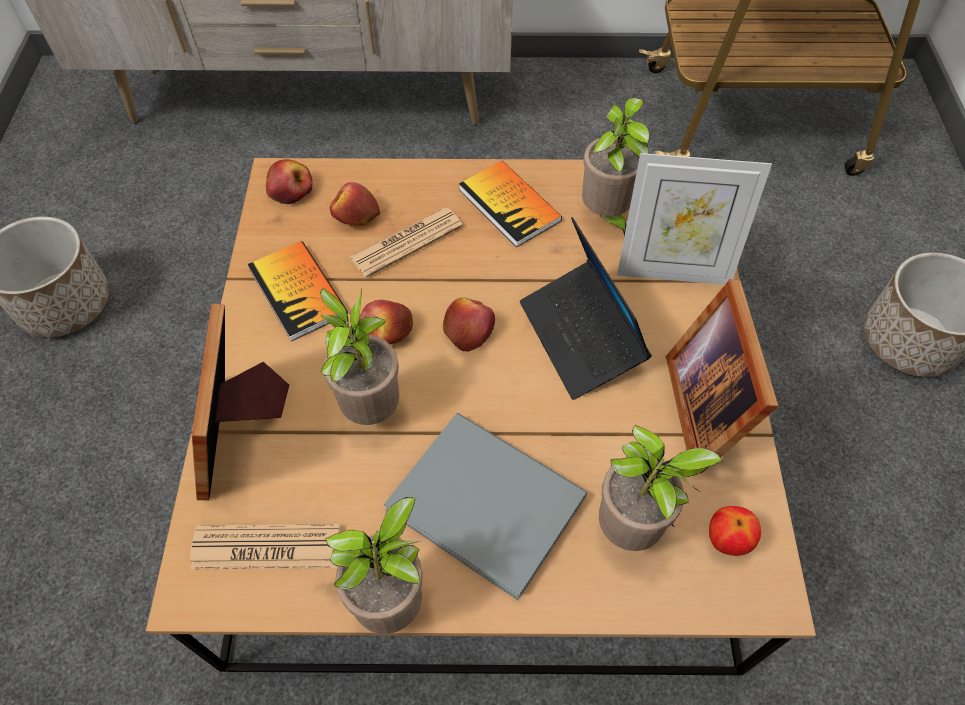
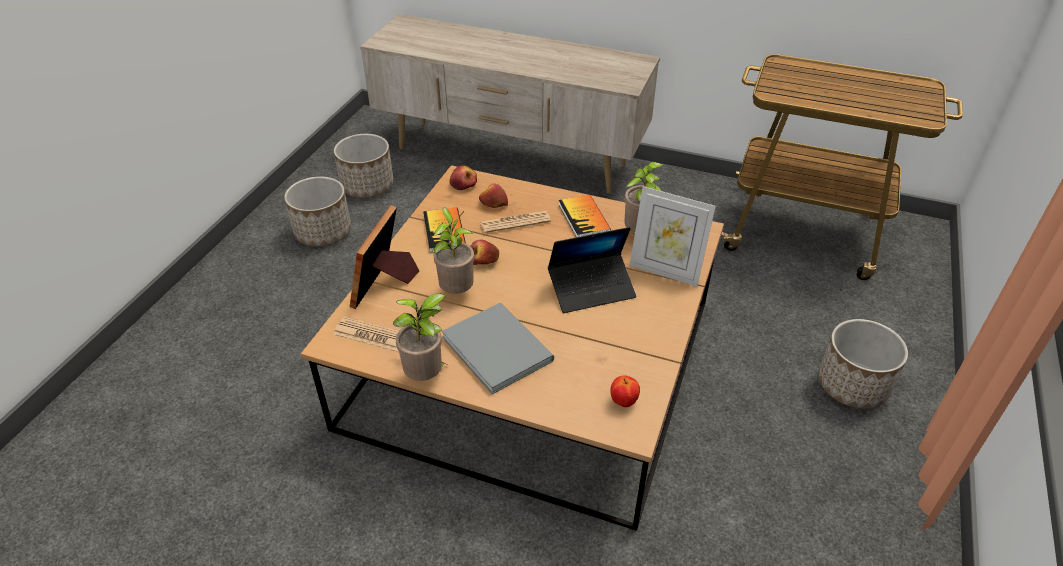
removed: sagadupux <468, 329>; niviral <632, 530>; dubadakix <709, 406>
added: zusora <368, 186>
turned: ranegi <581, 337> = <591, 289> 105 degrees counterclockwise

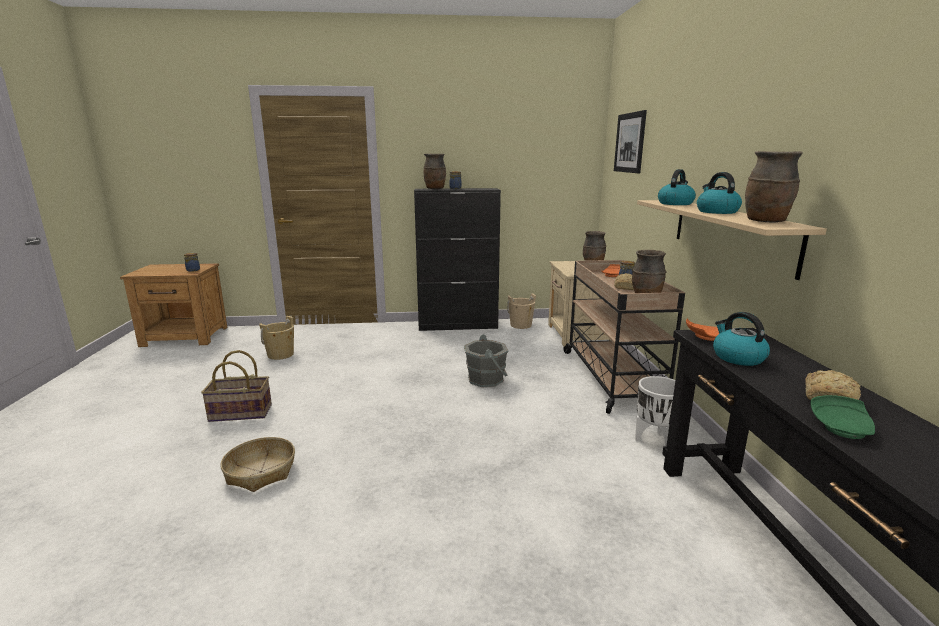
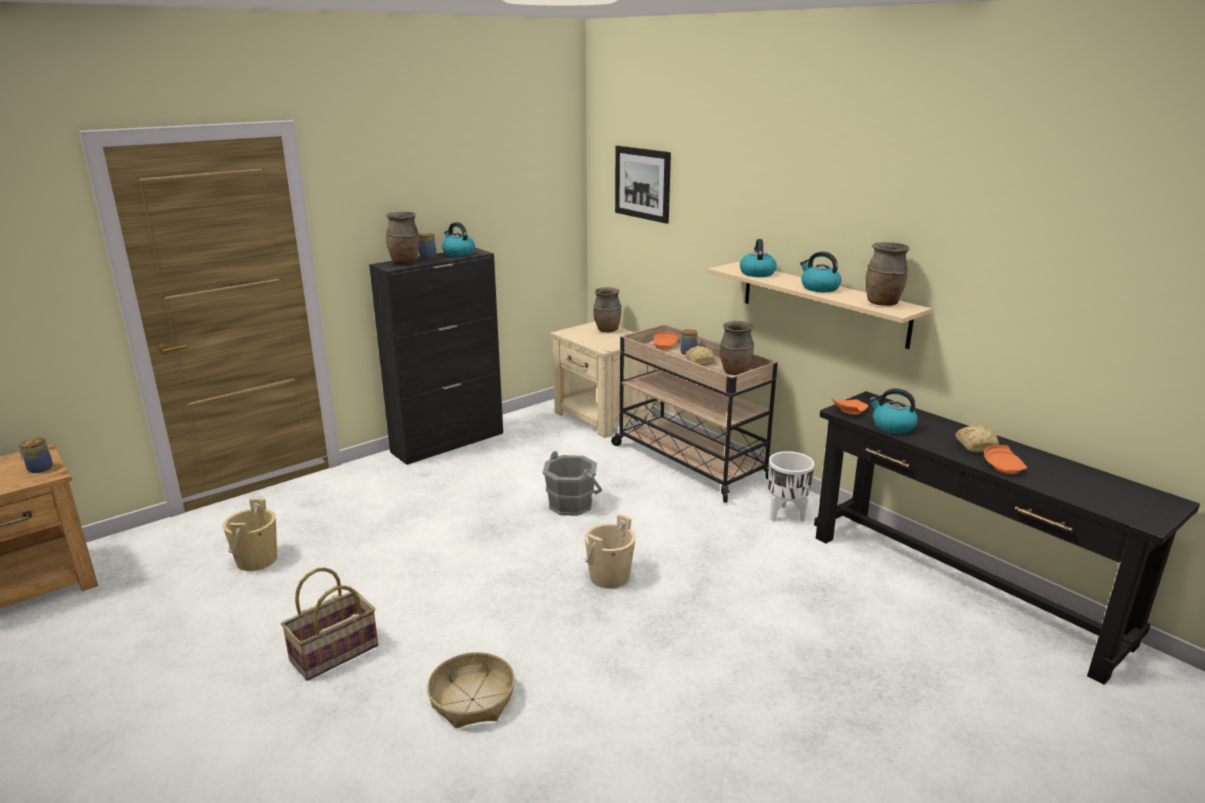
added: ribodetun <458, 253>
moved: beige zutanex <521, 325> to <609, 577>
recoloured: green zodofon <842, 428> to orange zodofon <1003, 467>

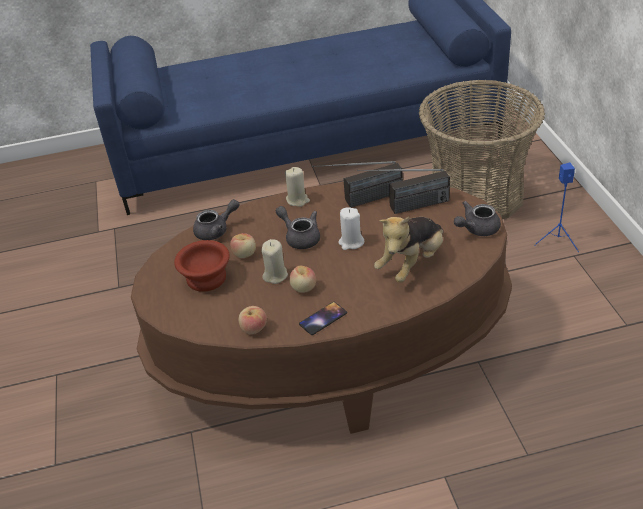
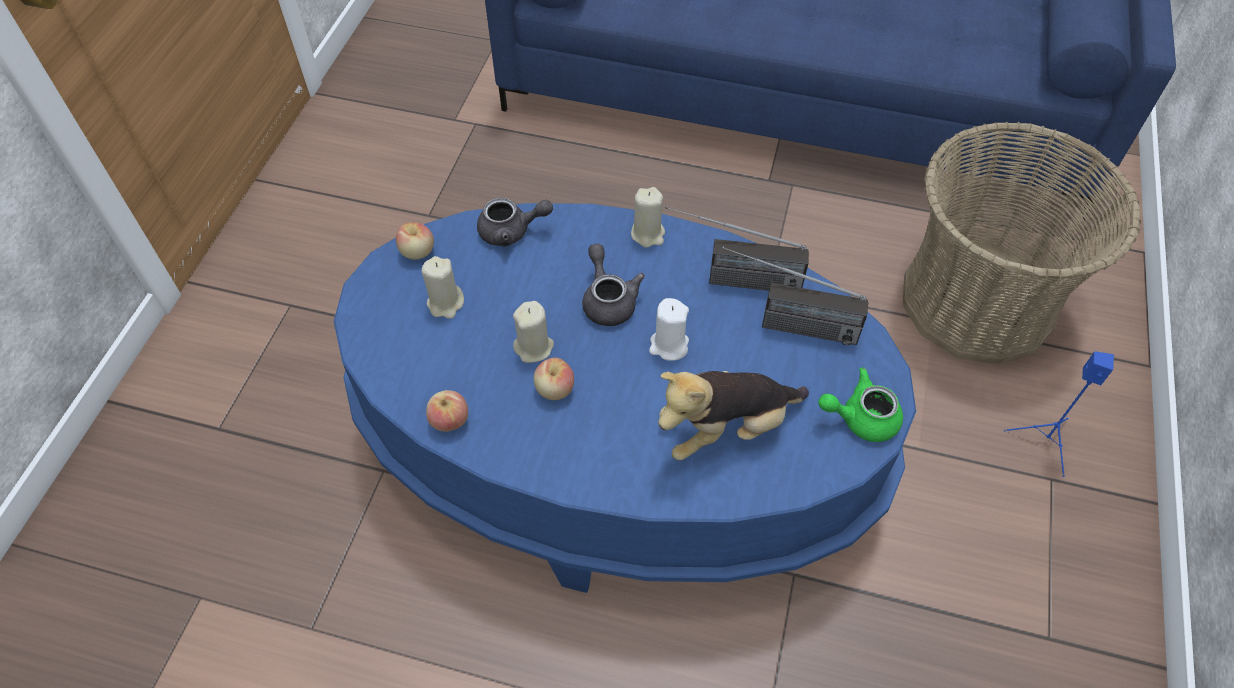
removed: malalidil <323, 318>
moved: sagadupux <245, 254> to <417, 252>
replaced: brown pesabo <204, 278> to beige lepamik <445, 303>
recoloured: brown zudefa <331, 351> to blue zudefa <617, 449>; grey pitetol <476, 229> to green pitetol <860, 418>

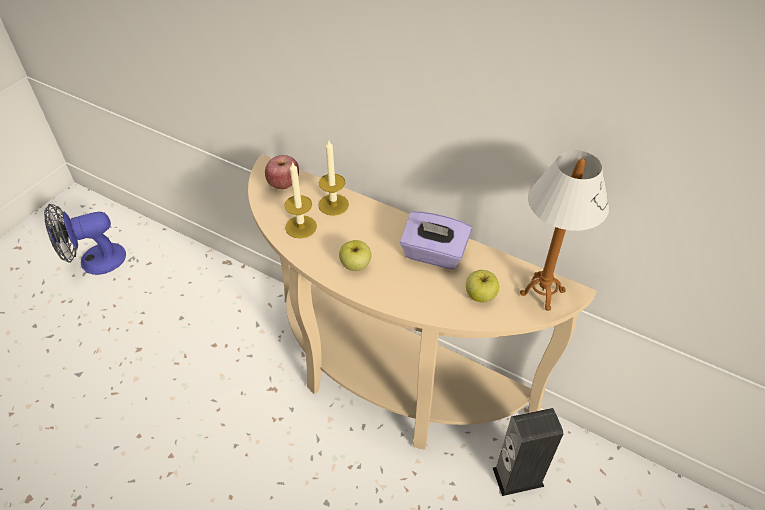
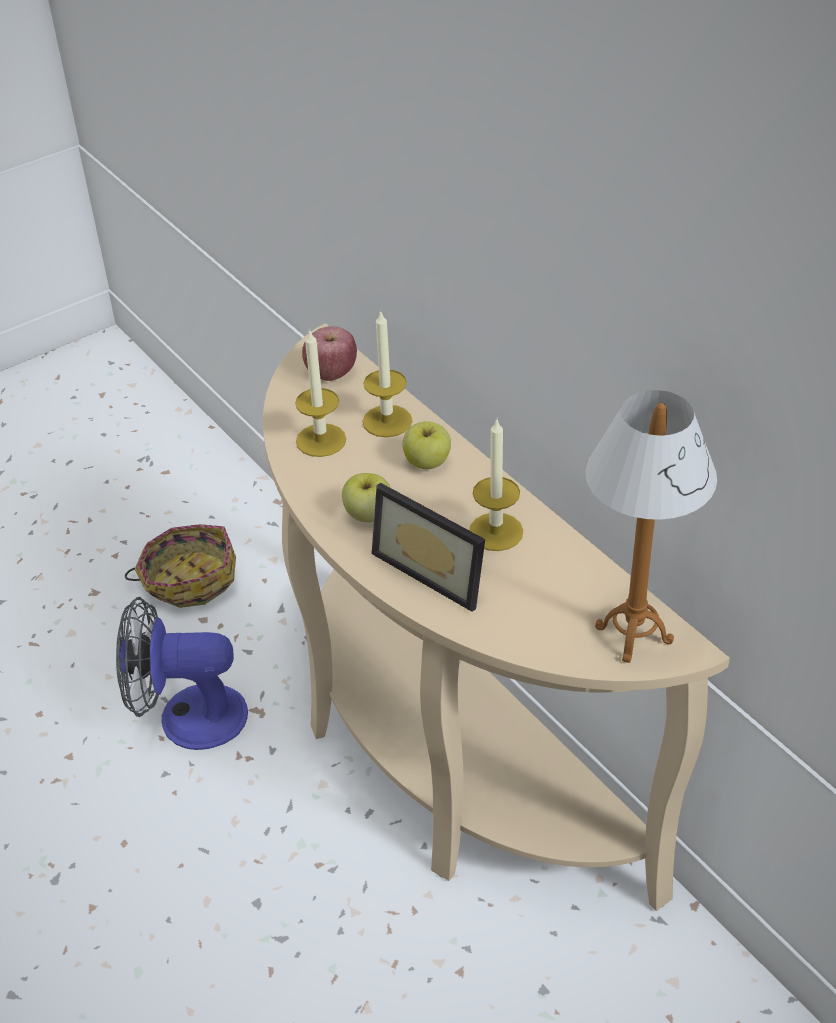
removed: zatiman <518, 477>
added: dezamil <189, 578>; dubadakix <436, 569>
moved: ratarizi <94, 261> to <187, 717>; sagadupux <480, 295> to <427, 462>
replaced: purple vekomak <433, 254> to lepamik <496, 532>

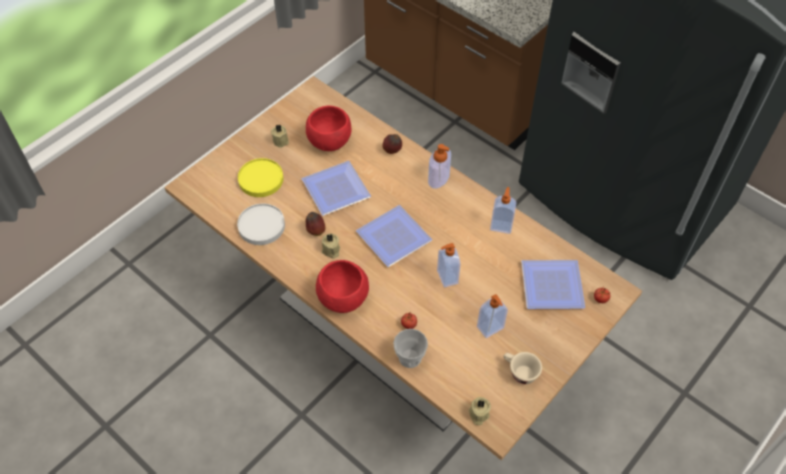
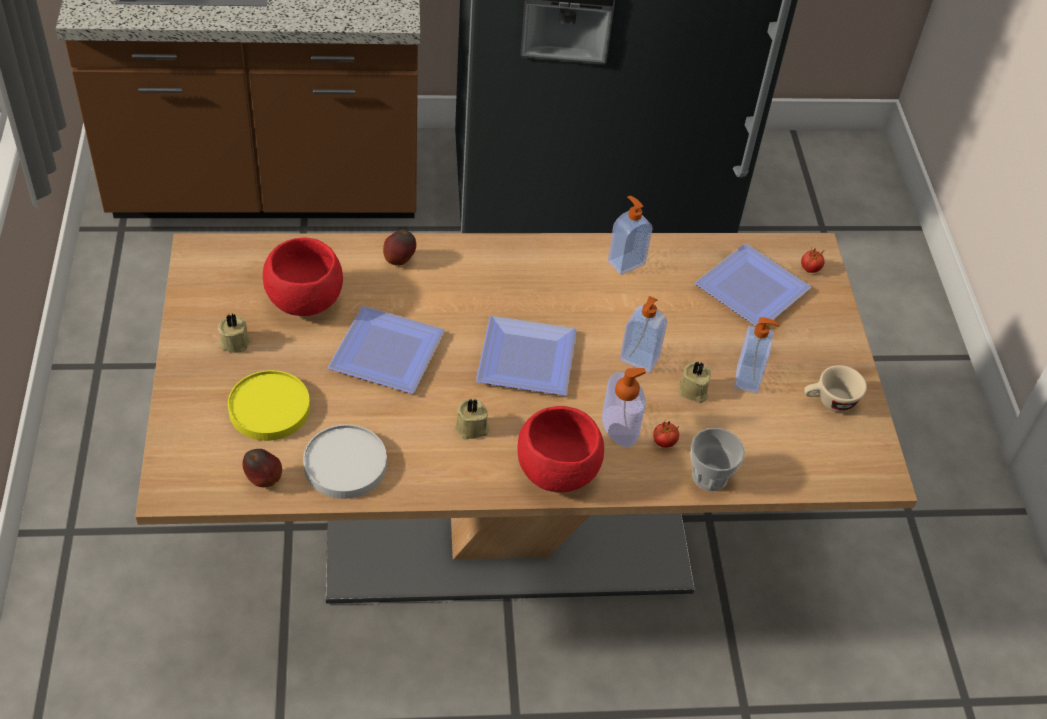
moved: sagadupux <315, 231> to <263, 480>; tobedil <438, 178> to <620, 426>; beige lepamik <478, 415> to <693, 391>

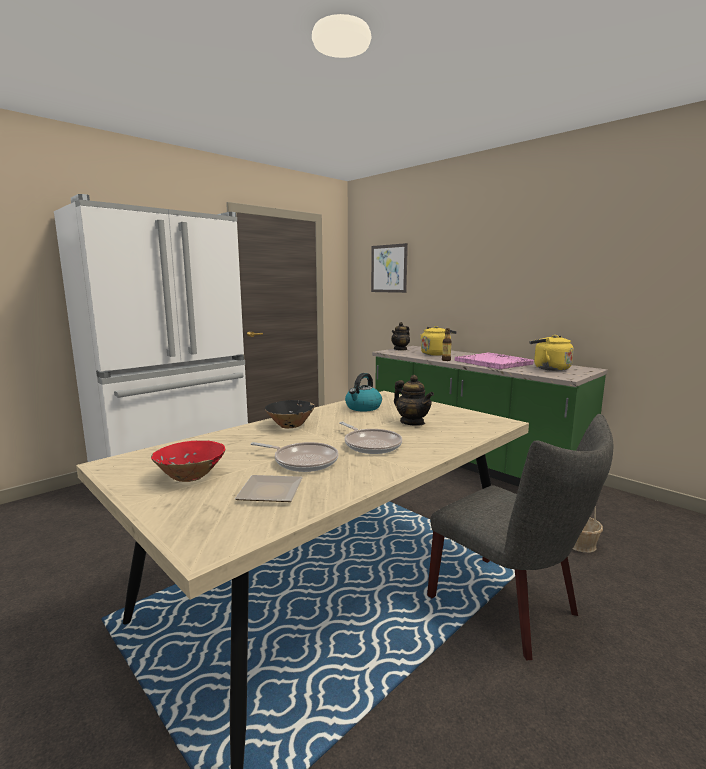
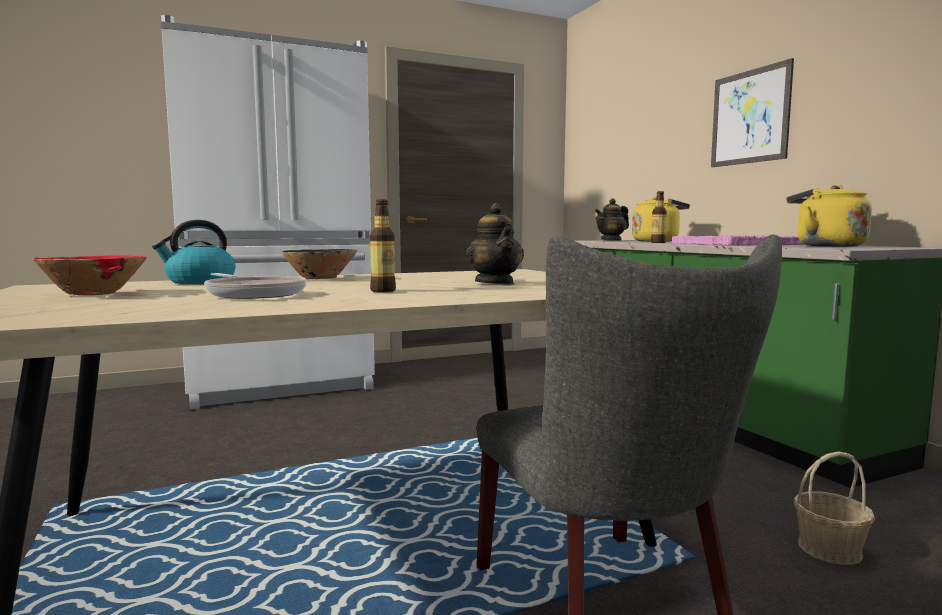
removed: zodofon <268, 493>
moved: ribodetun <363, 407> to <199, 282>; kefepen <389, 268> to <750, 117>
replaced: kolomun <370, 444> to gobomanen <383, 291>

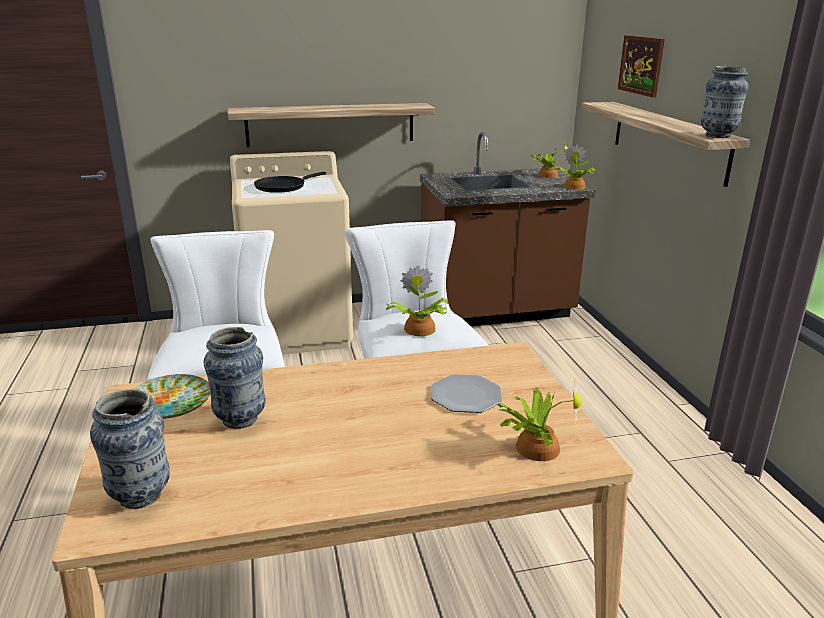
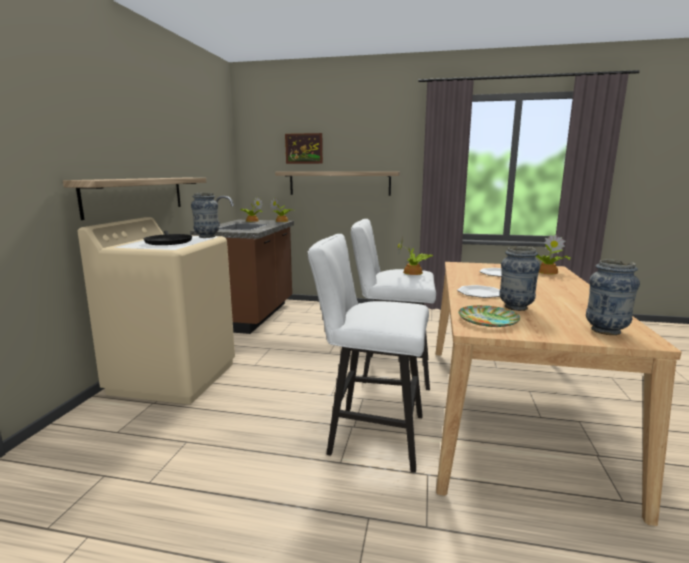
added: zodofon <480, 293>
moved: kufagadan <717, 136> to <207, 237>

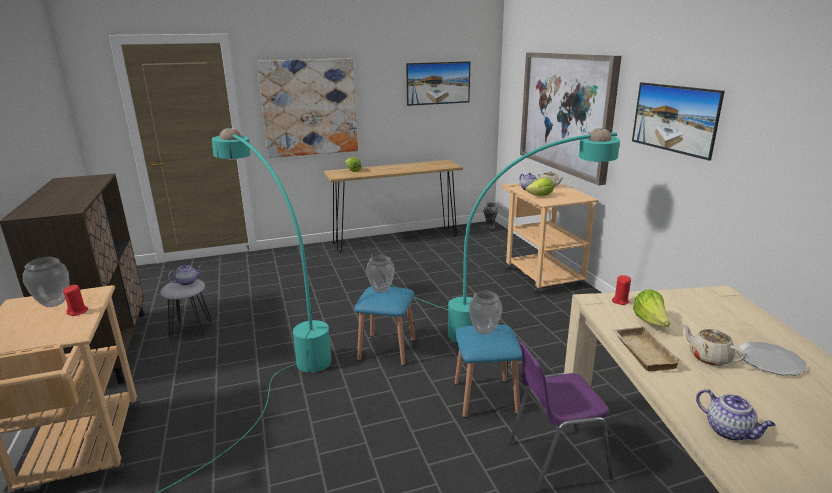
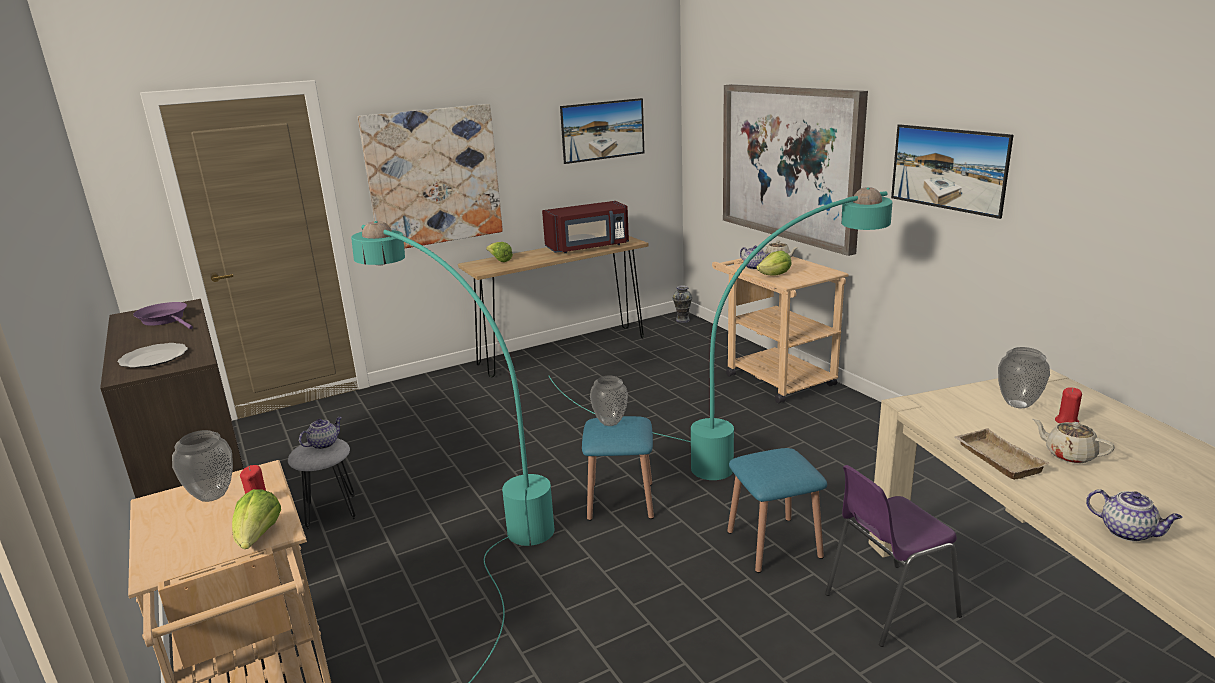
added: purple kolomun <166, 320>; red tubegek <588, 247>
moved: zodofon <769, 361> to <153, 358>; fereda <650, 322> to <258, 538>; kufagadan <484, 331> to <1017, 404>; red lepamik <620, 301> to <1066, 421>

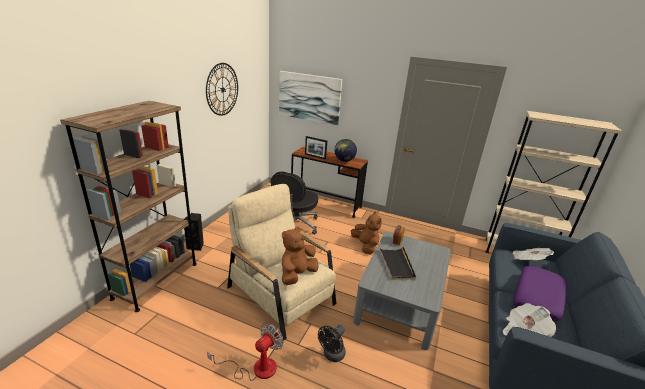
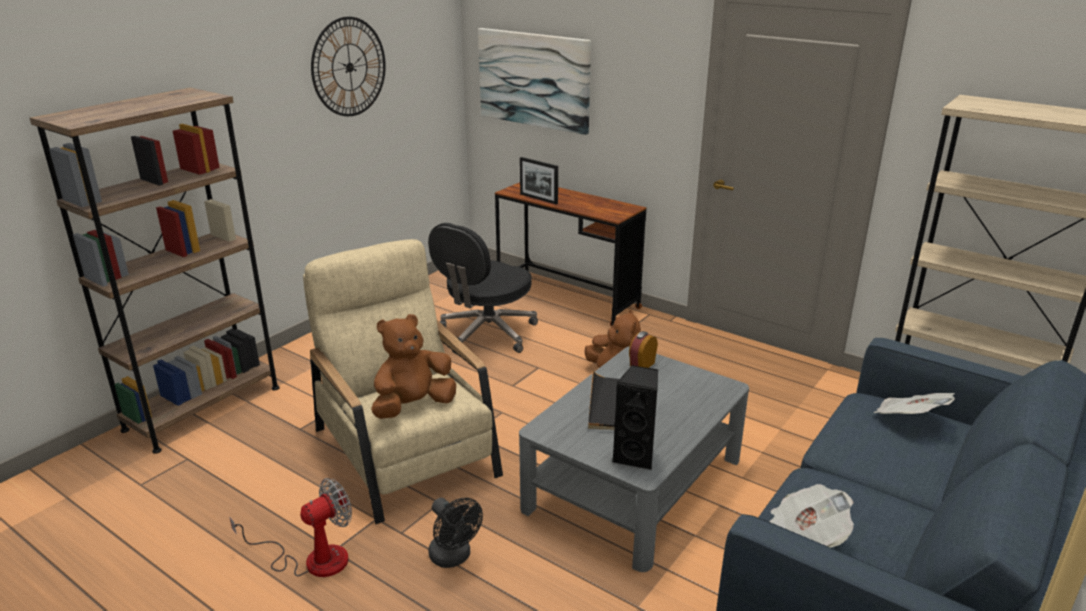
removed: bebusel <344, 160>; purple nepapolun <538, 298>
moved: black zatiman <196, 246> to <636, 456>
turned: black ratarizi <332, 355> = <454, 558> 90 degrees counterclockwise

